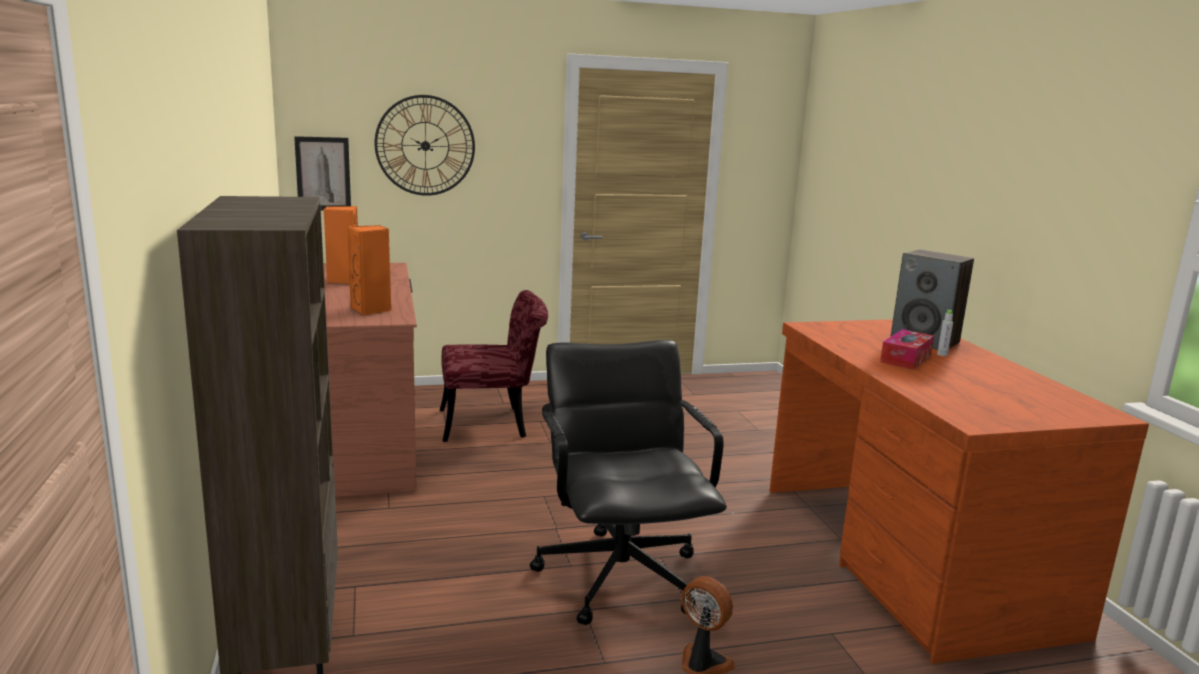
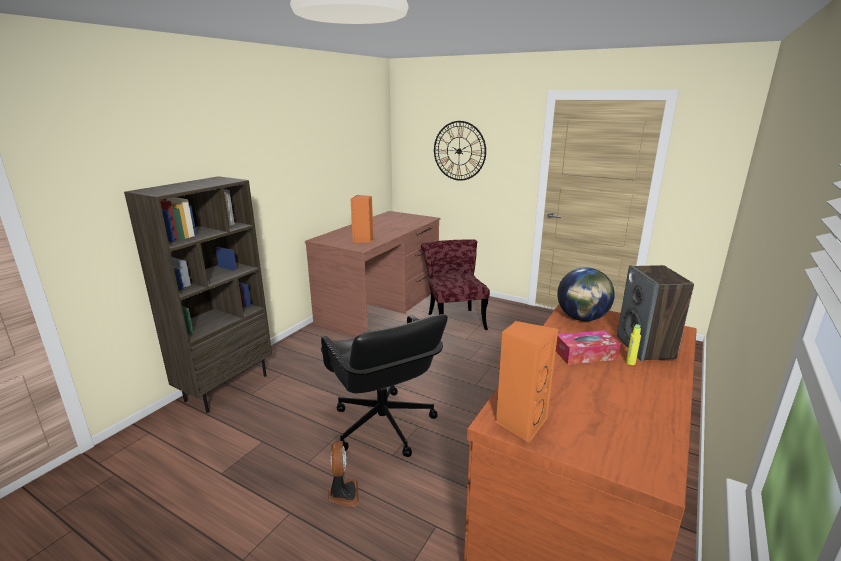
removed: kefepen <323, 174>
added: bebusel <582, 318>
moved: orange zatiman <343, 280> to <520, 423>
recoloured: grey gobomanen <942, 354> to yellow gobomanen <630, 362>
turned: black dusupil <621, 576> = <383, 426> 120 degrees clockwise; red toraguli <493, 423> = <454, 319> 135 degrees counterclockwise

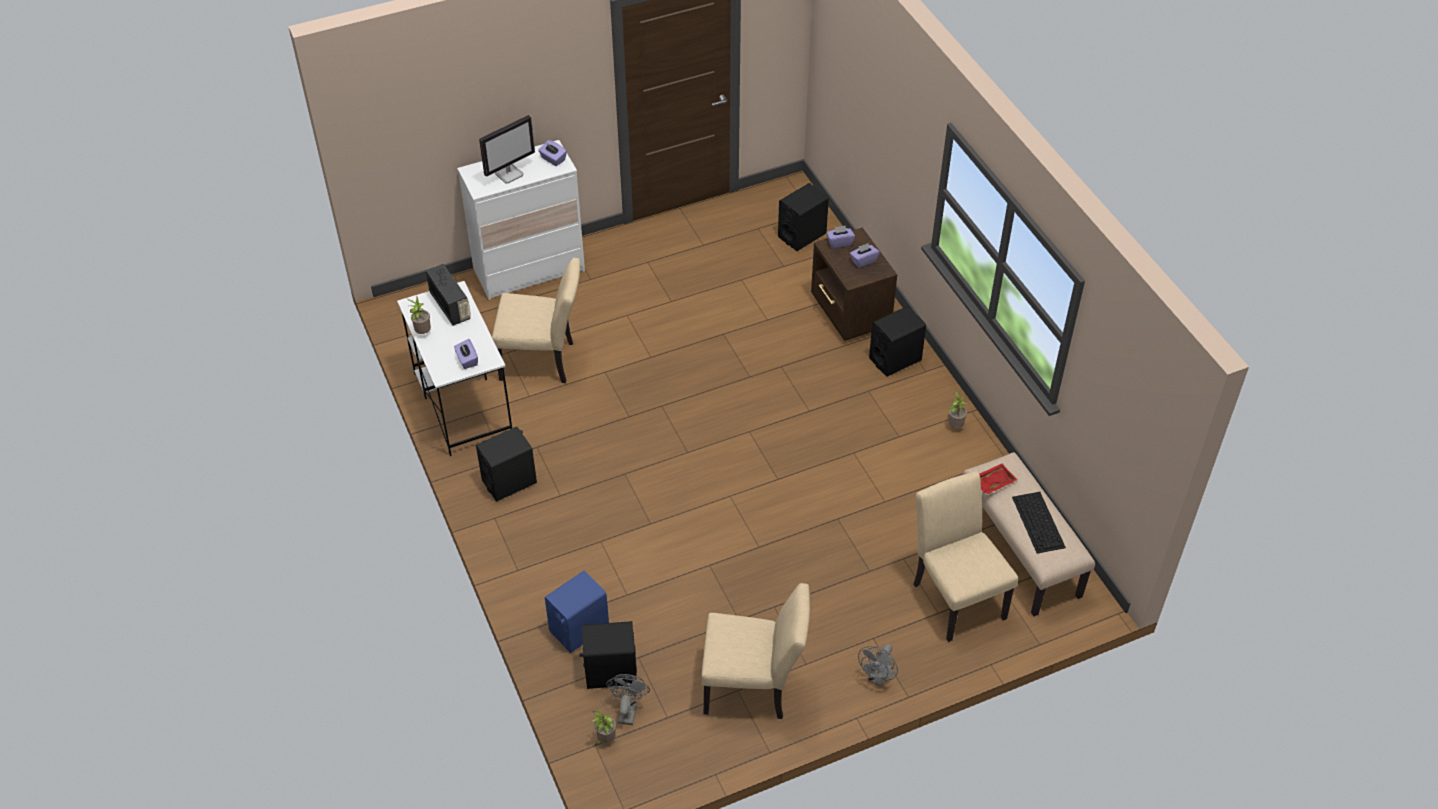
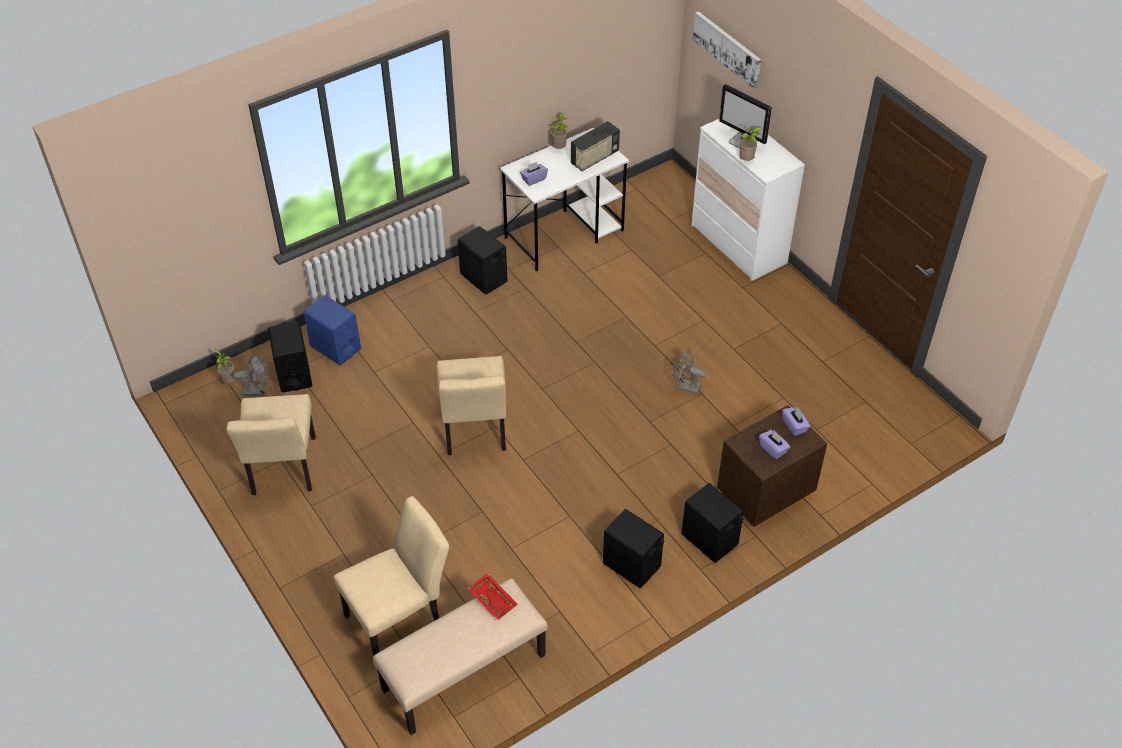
removed: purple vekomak <553, 159>; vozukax <1039, 522>
added: kefepen <727, 48>
moved: beige toraguli <543, 361> to <475, 432>; black zatiman <802, 235> to <632, 565>; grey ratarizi <878, 678> to <685, 386>; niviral <955, 426> to <747, 161>

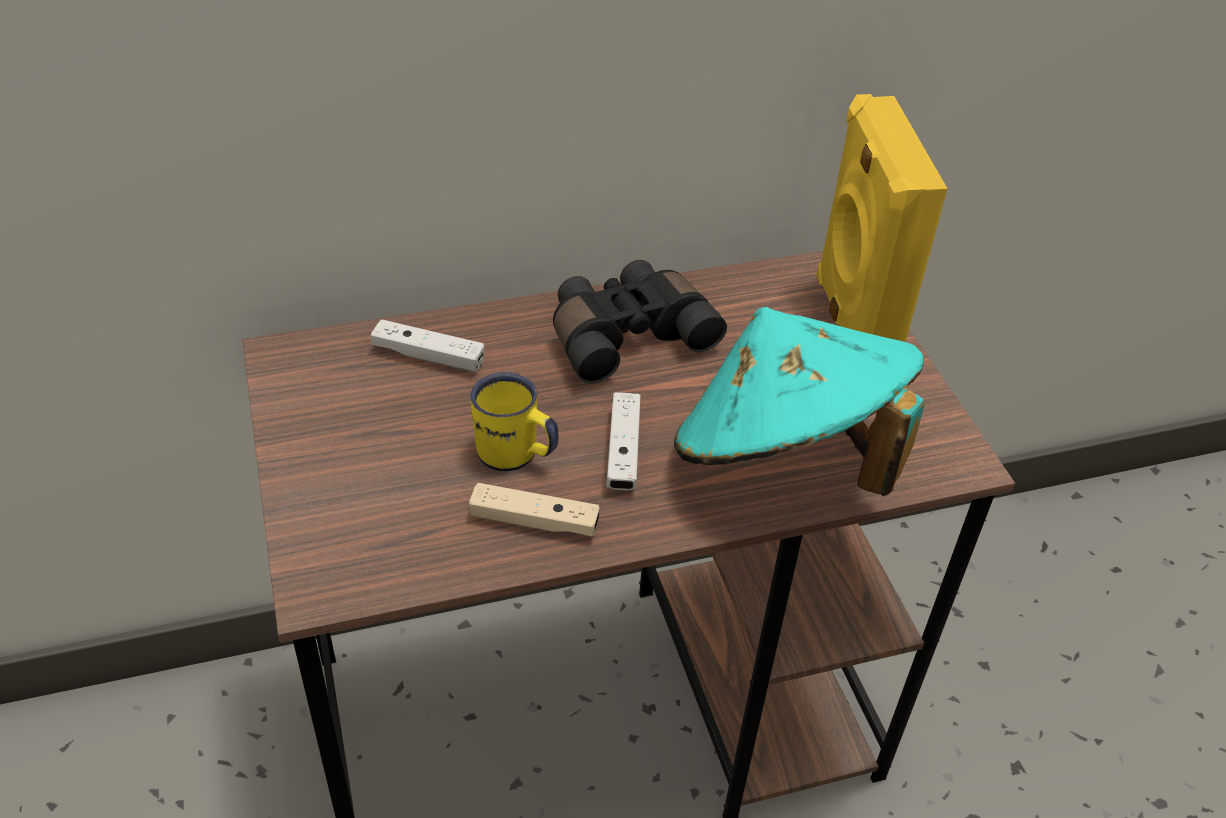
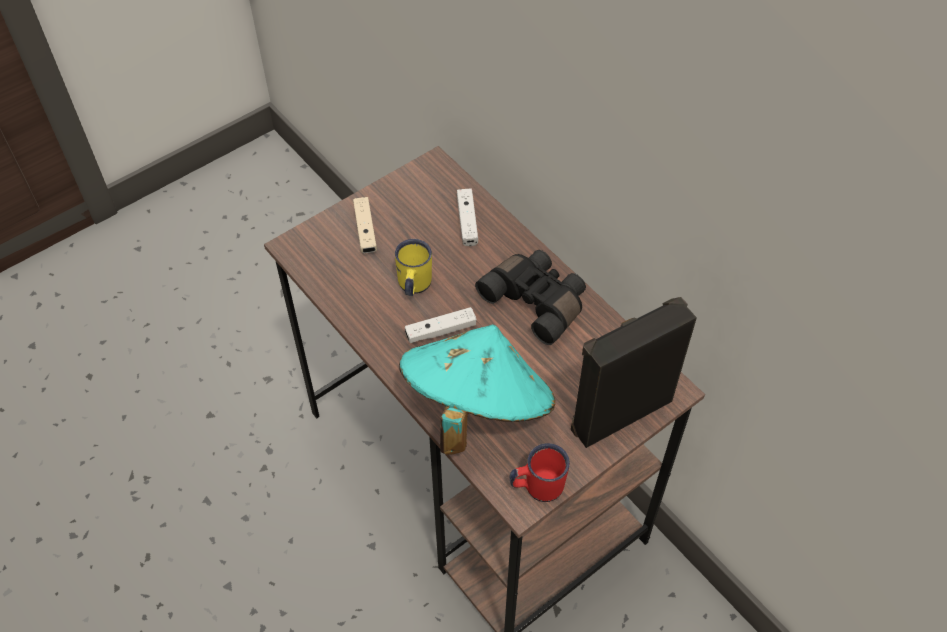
added: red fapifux <537, 486>
moved: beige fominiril <534, 521> to <365, 230>
recoloured: yellow zatiman <851, 323> to black zatiman <619, 412>

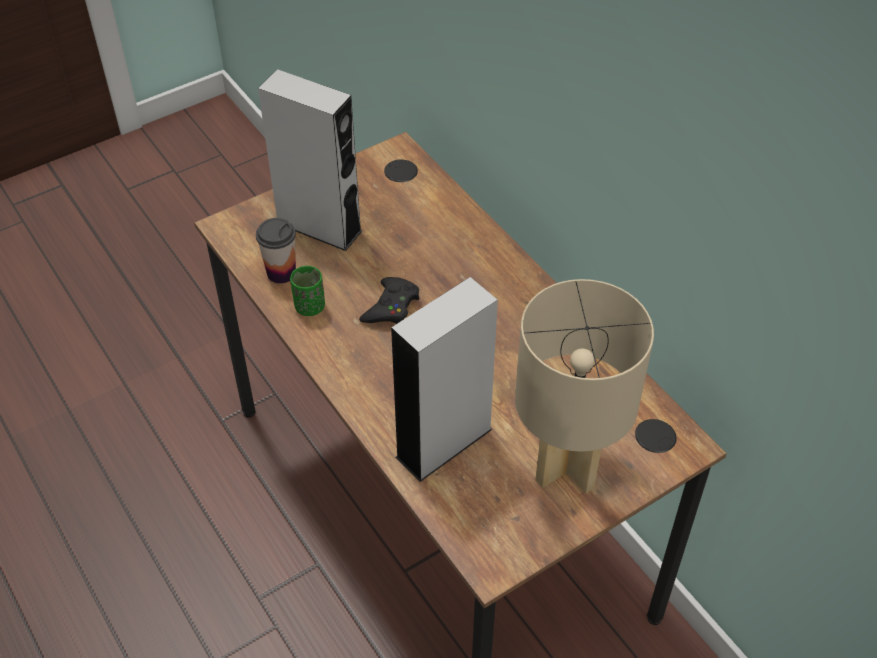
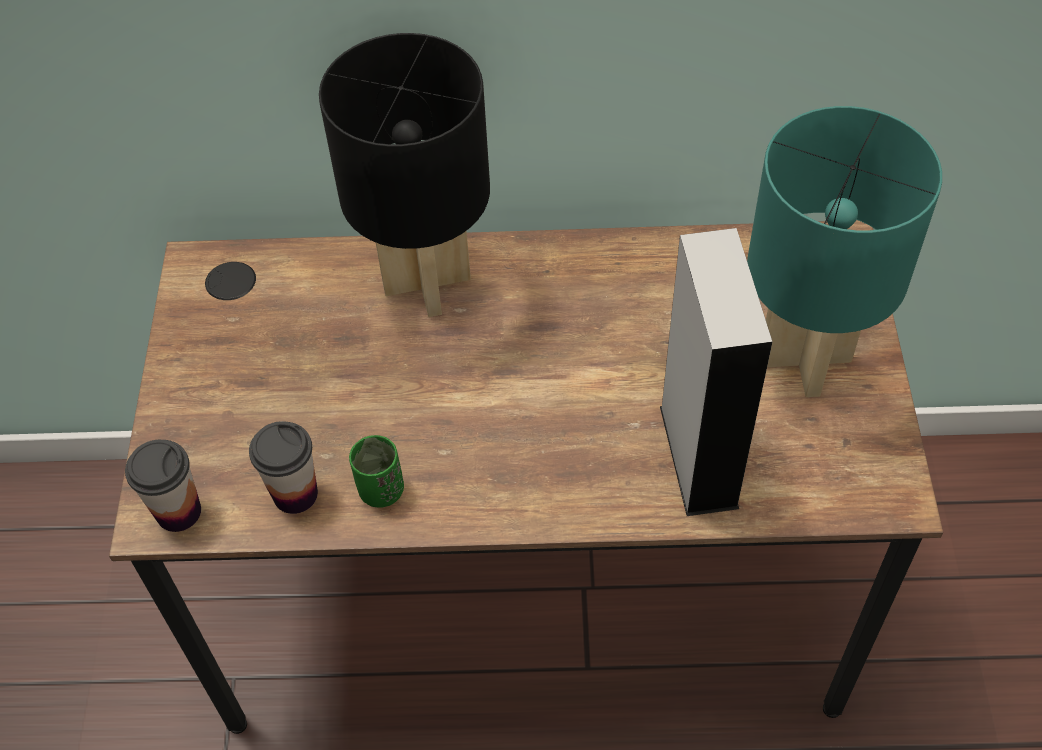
removed: grey zatiman <319, 226>; black fominiril <391, 307>
added: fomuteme <178, 512>; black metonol <428, 282>
recoloured: beige metonol <567, 465> to turquoise metonol <803, 358>

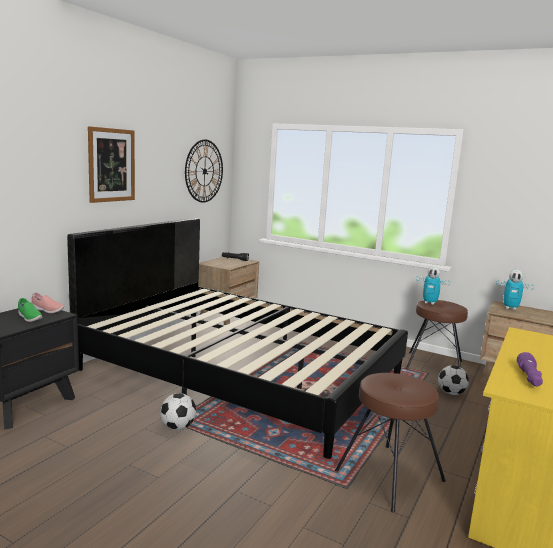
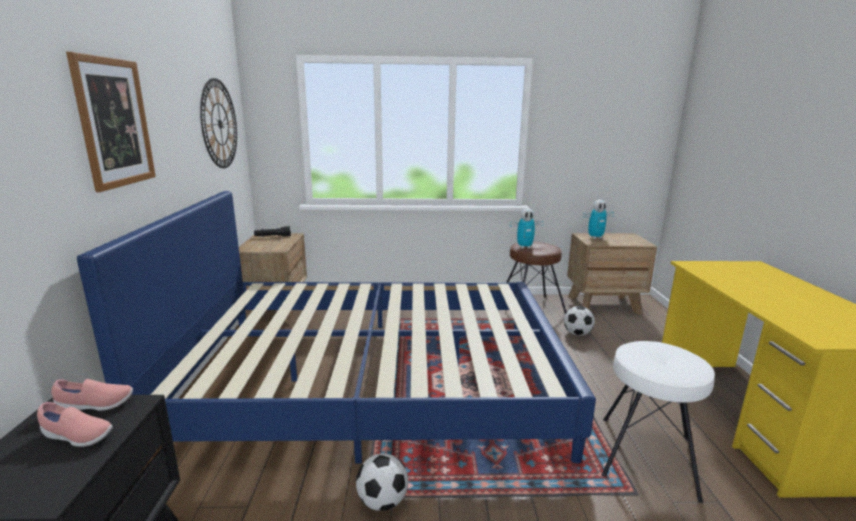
removed: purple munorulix <529, 378>
recoloured: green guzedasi <29, 318> to pink guzedasi <76, 437>; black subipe <242, 372> to blue subipe <372, 381>; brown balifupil <388, 475> to white balifupil <645, 456>

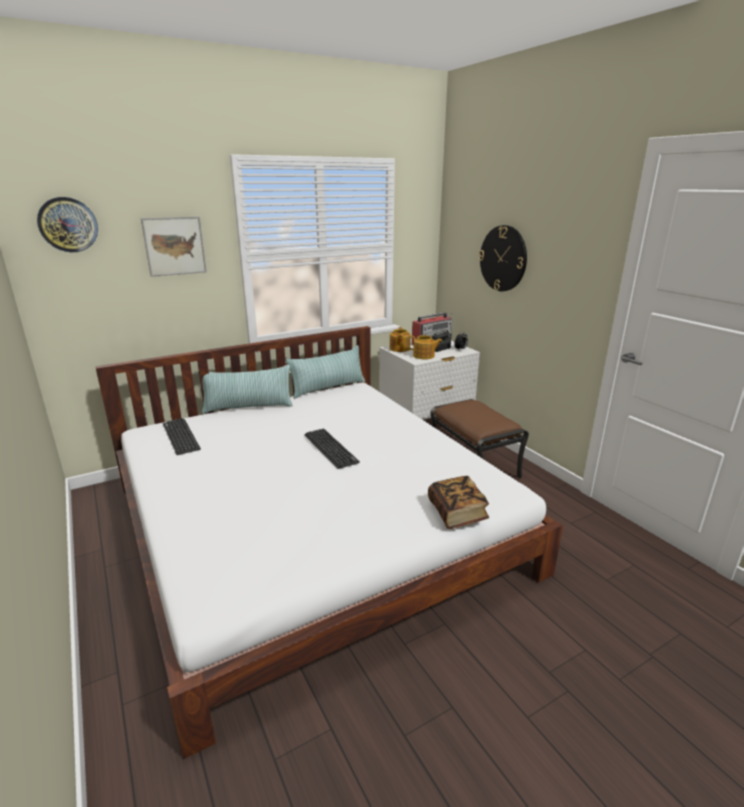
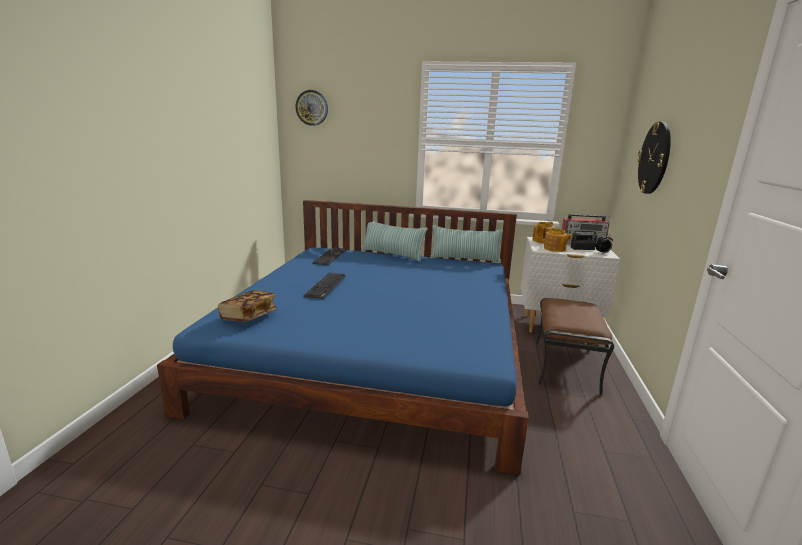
removed: kefepen <174, 246>
moved: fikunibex <457, 513> to <249, 316>; vozukax <330, 448> to <326, 286>
recoloured: white subipe <312, 527> to blue subipe <377, 349>

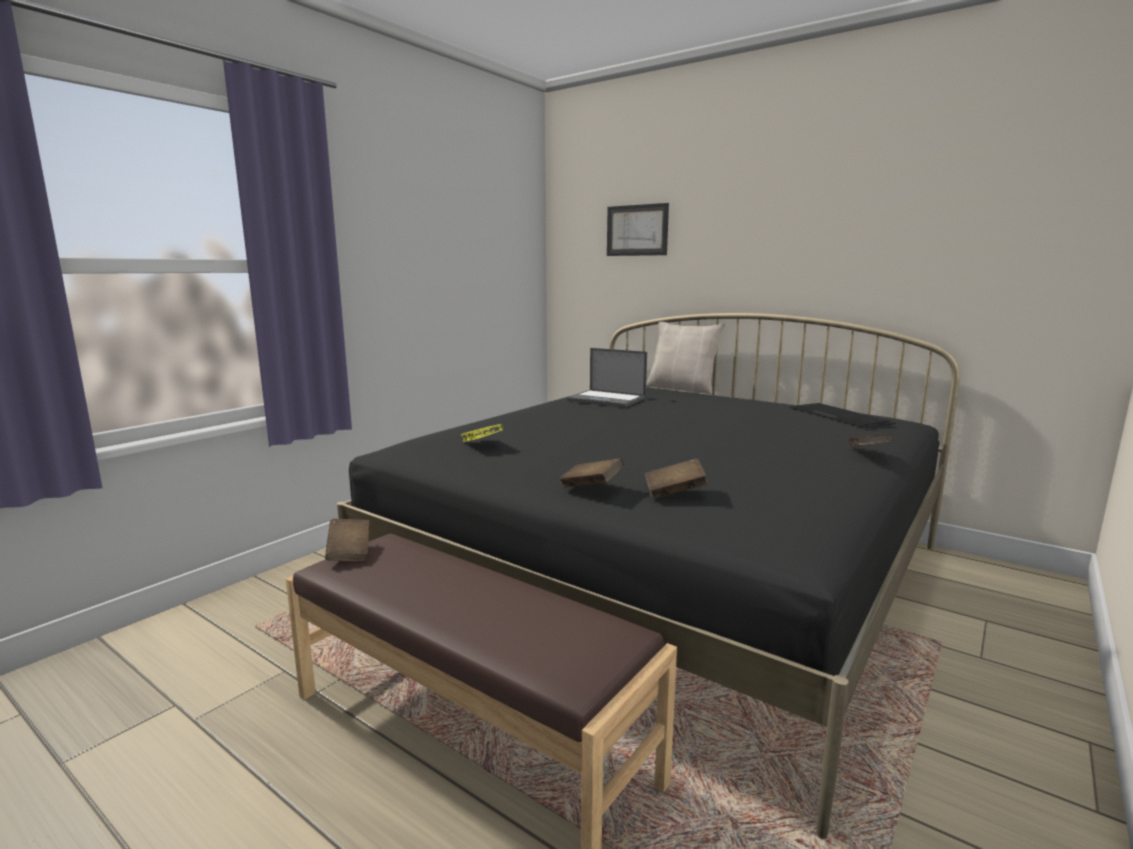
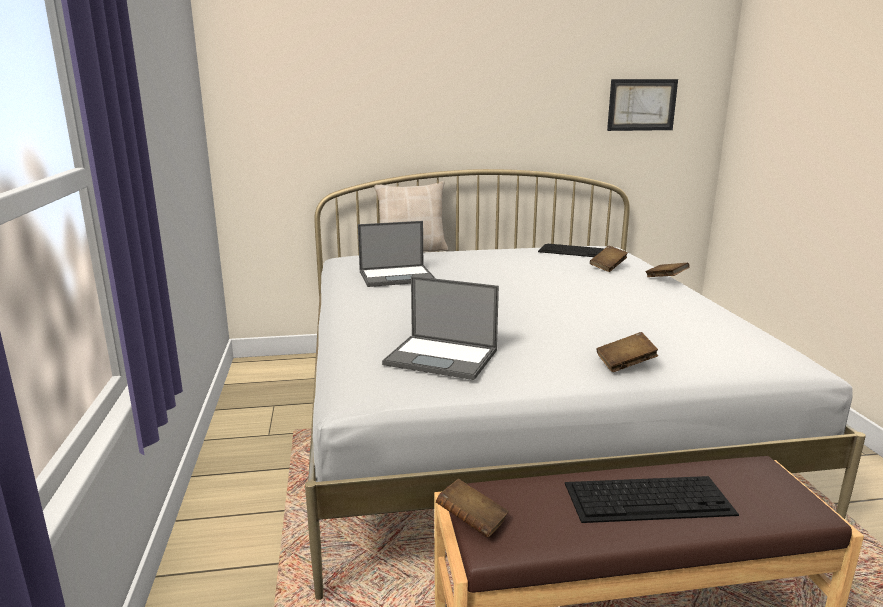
added: vozukax <649, 498>
moved: brown fikunibex <674, 492> to <608, 267>; kefepen <637, 230> to <641, 105>
replaced: yellow fikunibex <481, 444> to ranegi <442, 357>
recoloured: black subipe <666, 573> to white subipe <517, 424>

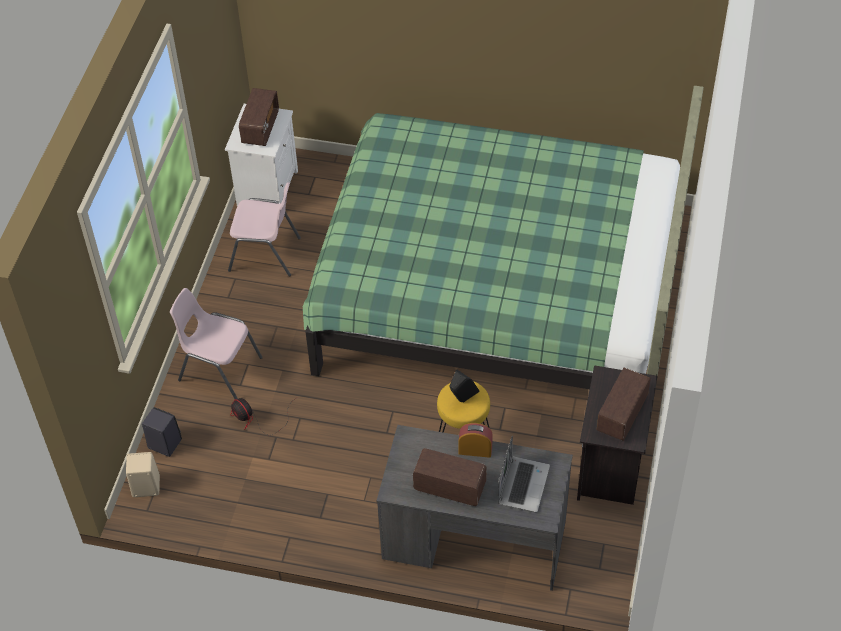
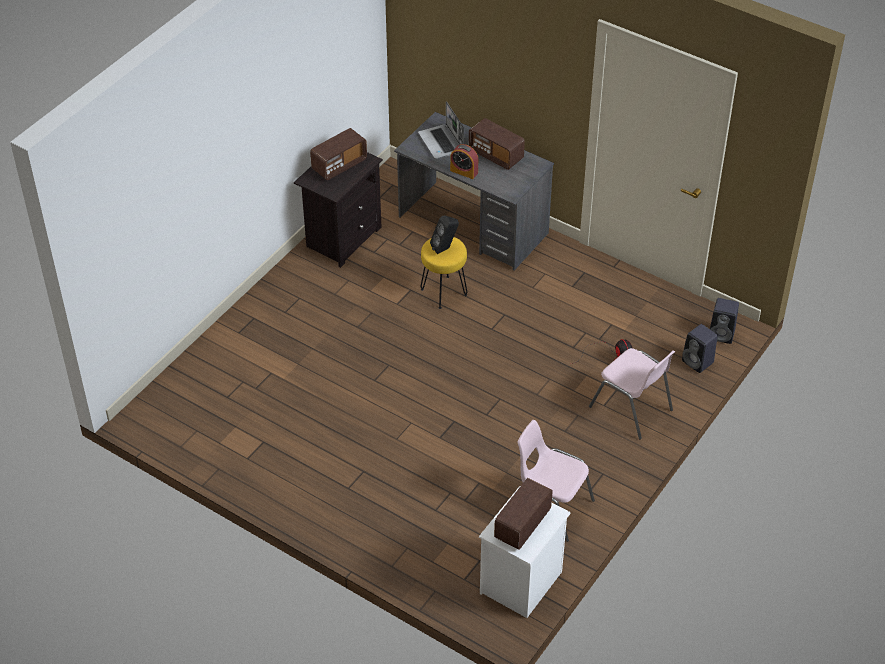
removed: green subipe <501, 290>
recoloured: beige zatiman <145, 486> to black zatiman <722, 334>
turned: ranegi <522, 484> = <442, 143> 60 degrees counterclockwise

